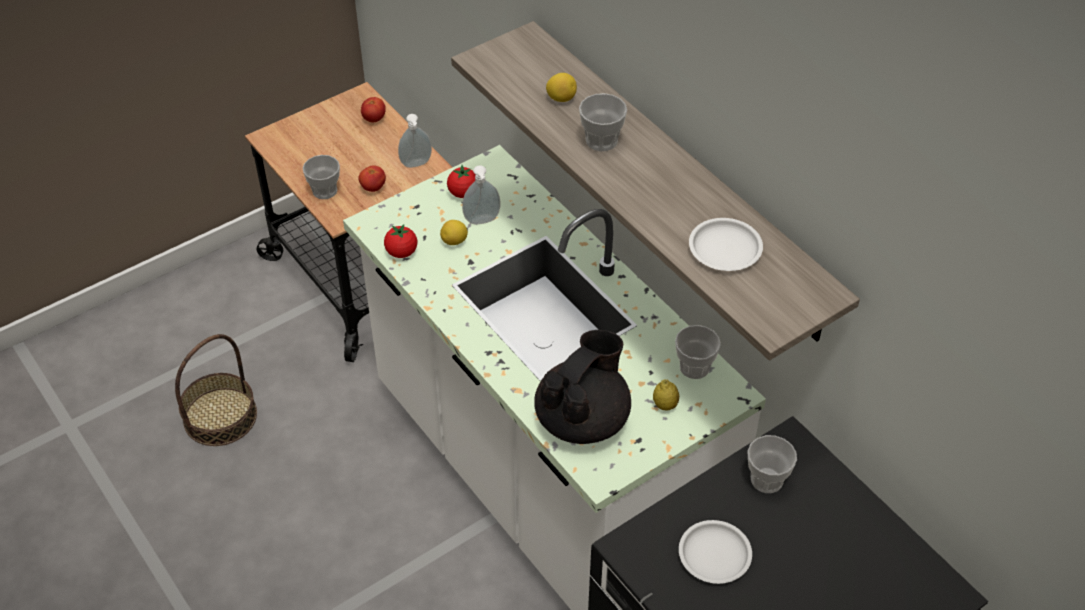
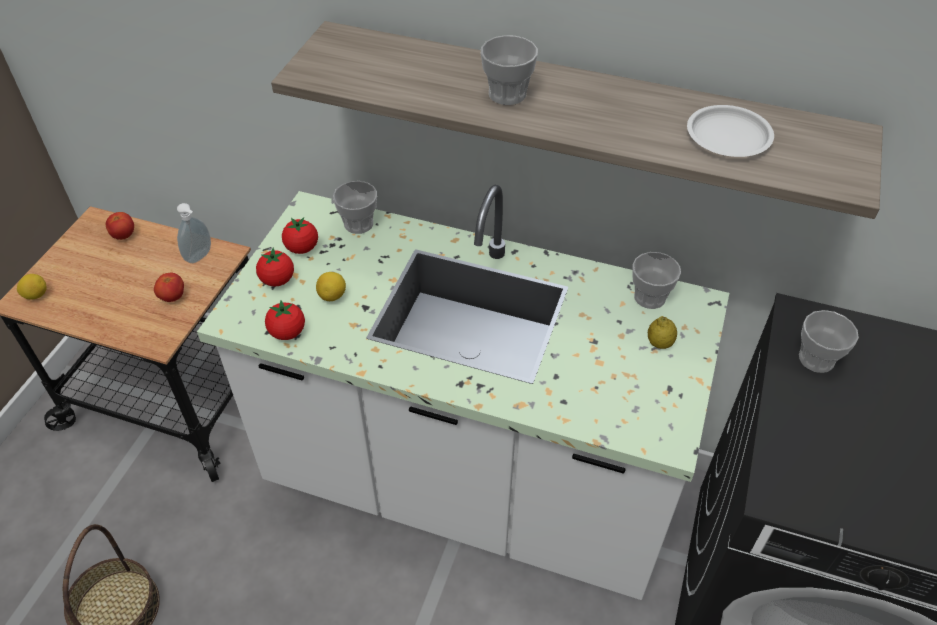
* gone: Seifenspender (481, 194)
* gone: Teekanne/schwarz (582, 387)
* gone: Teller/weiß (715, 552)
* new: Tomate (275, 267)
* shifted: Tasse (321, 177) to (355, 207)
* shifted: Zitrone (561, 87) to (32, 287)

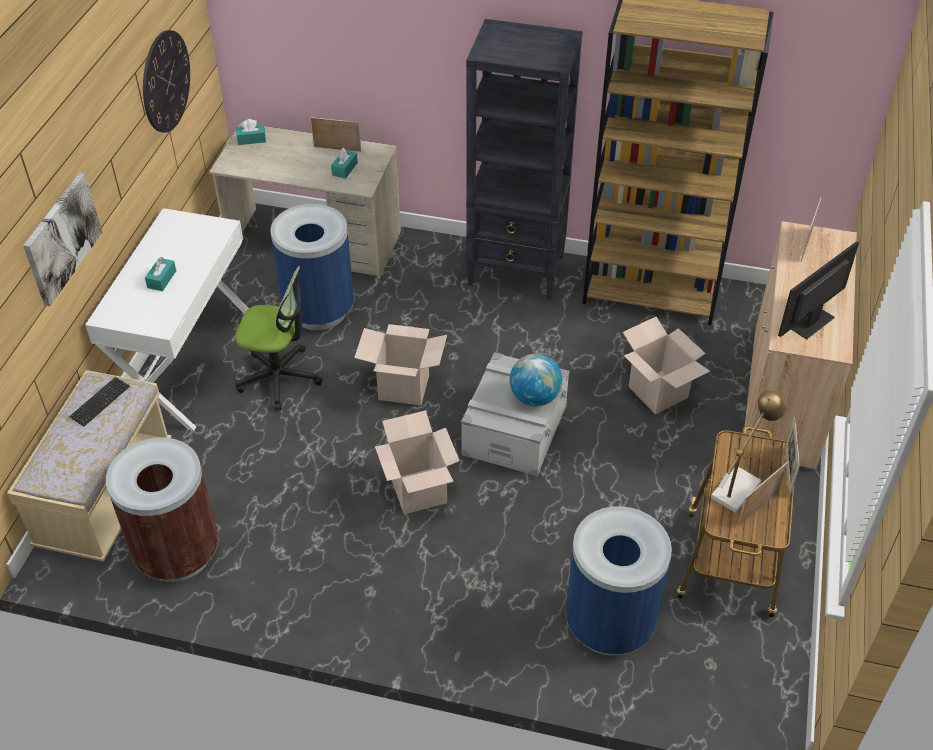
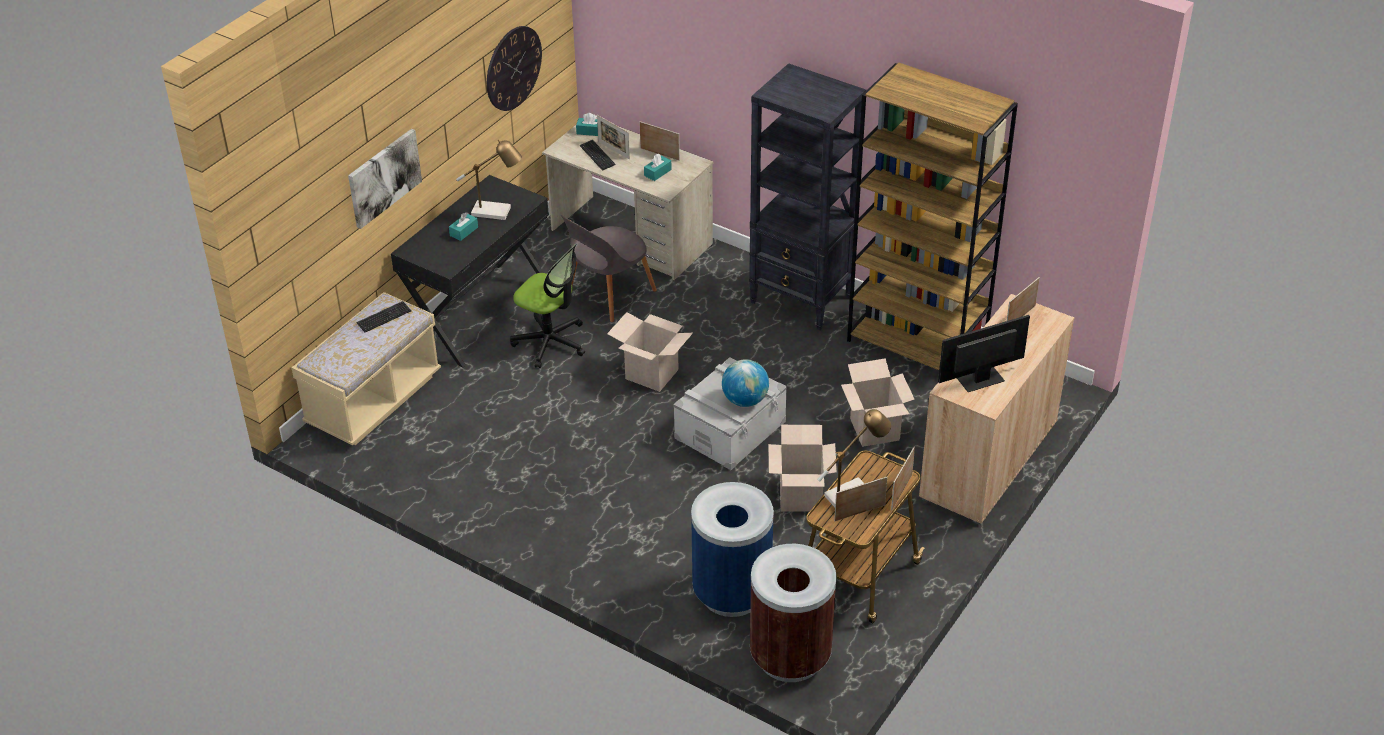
* new: Tischlampe (489, 180)
* new: Tastatur (598, 155)
* new: Bilderrahmen (613, 137)
* shifted: Mülleimer/braun (162, 509) to (793, 613)
* shifted: Karton (417, 462) to (802, 468)
* swapped: Mülleimer/blau (312, 267) to Stuhl/grau (609, 268)
* repainted: Schreibtisch/weiß (167, 319) to Schreibtisch/schwarz (470, 271)

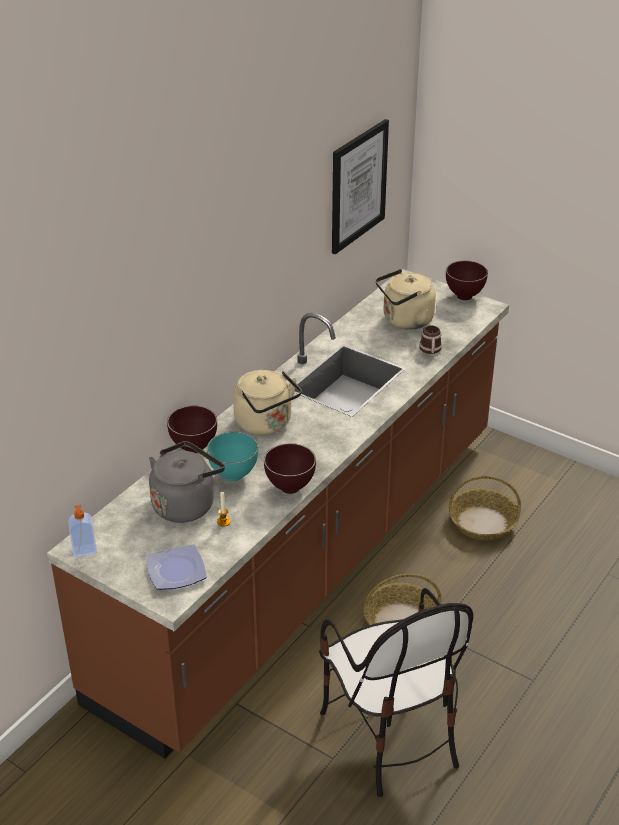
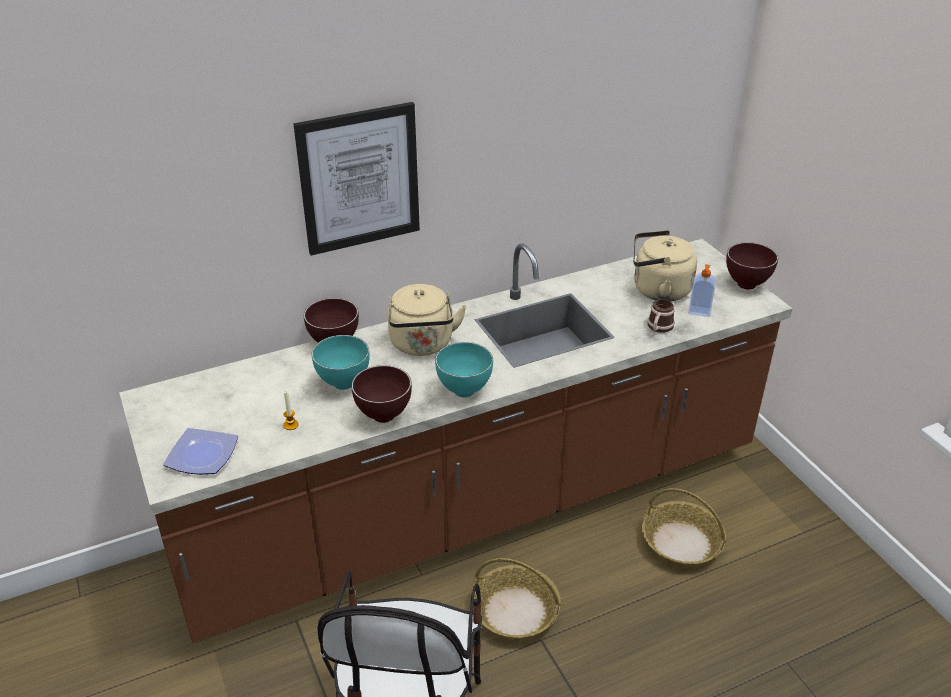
* gone: Wasserkessel/grau (187, 482)
* new: Schüssel/türkis (464, 369)
* shifted: Seifenspender (82, 531) to (702, 290)
* shifted: Bild (360, 187) to (357, 178)

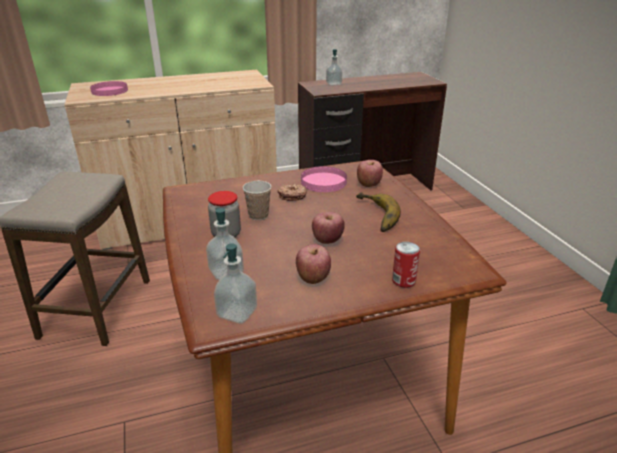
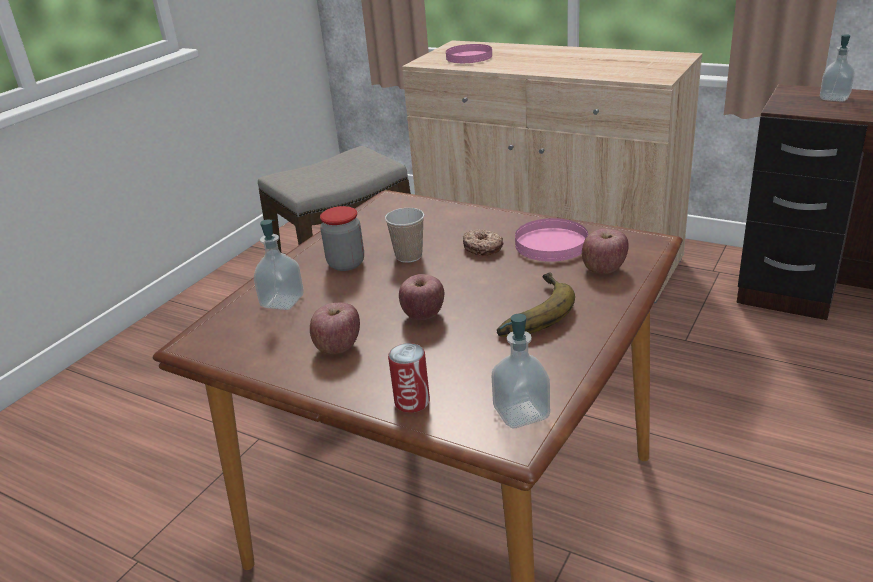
* shifted: Seifenspender (235, 283) to (521, 371)

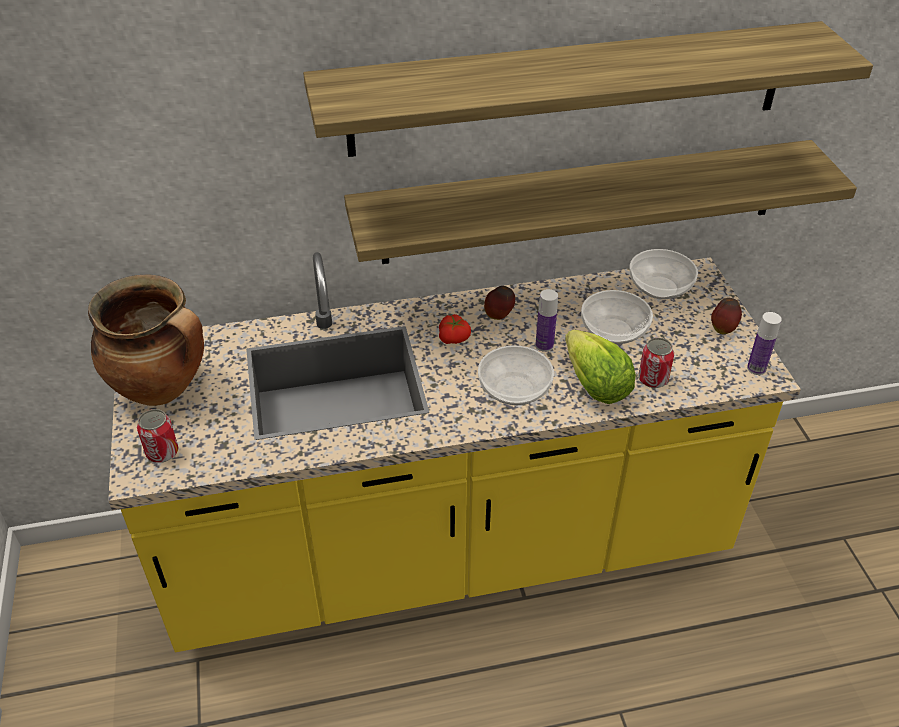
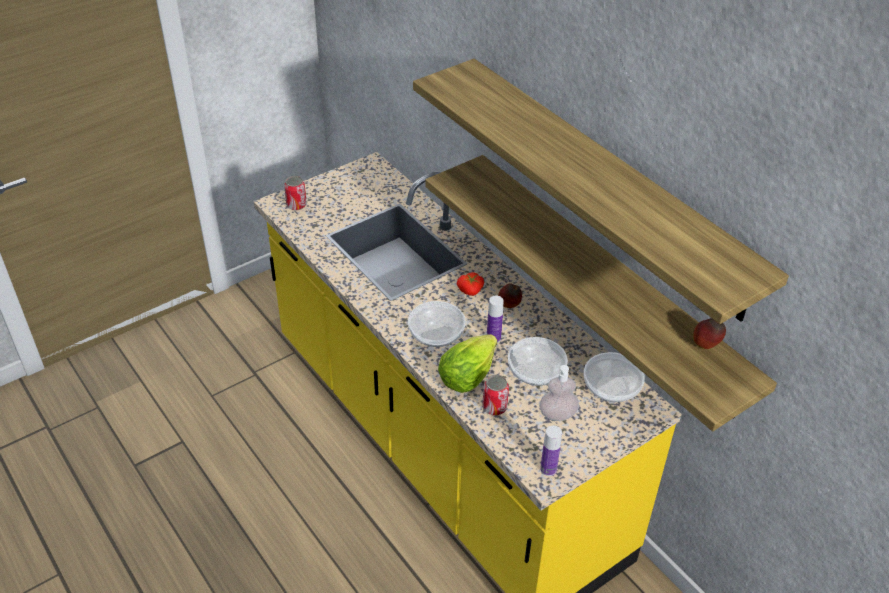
* gone: Kochtopf (146, 340)
* new: Seifenspender (559, 393)
* shifted: Apfel (726, 316) to (709, 333)

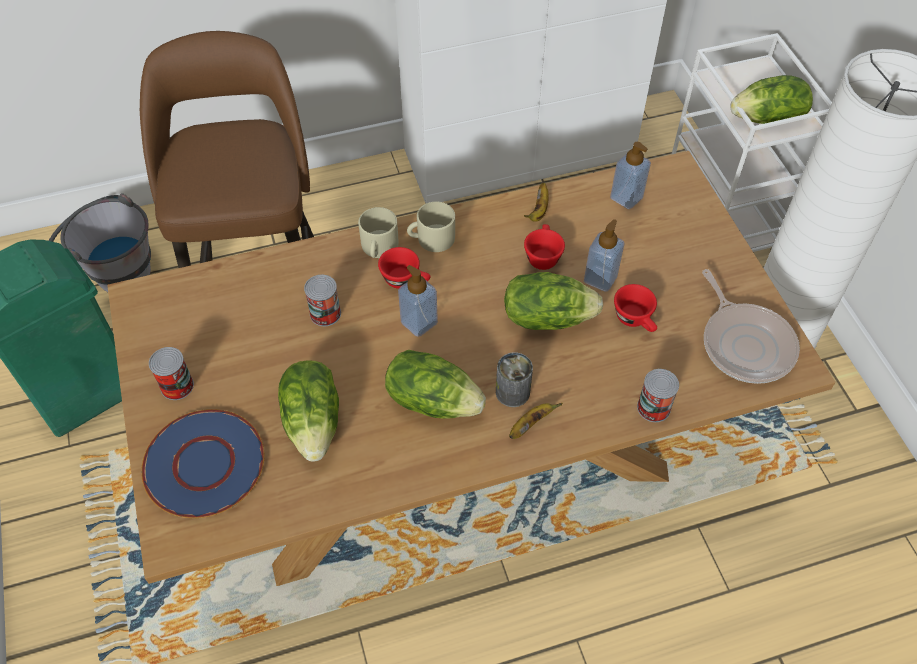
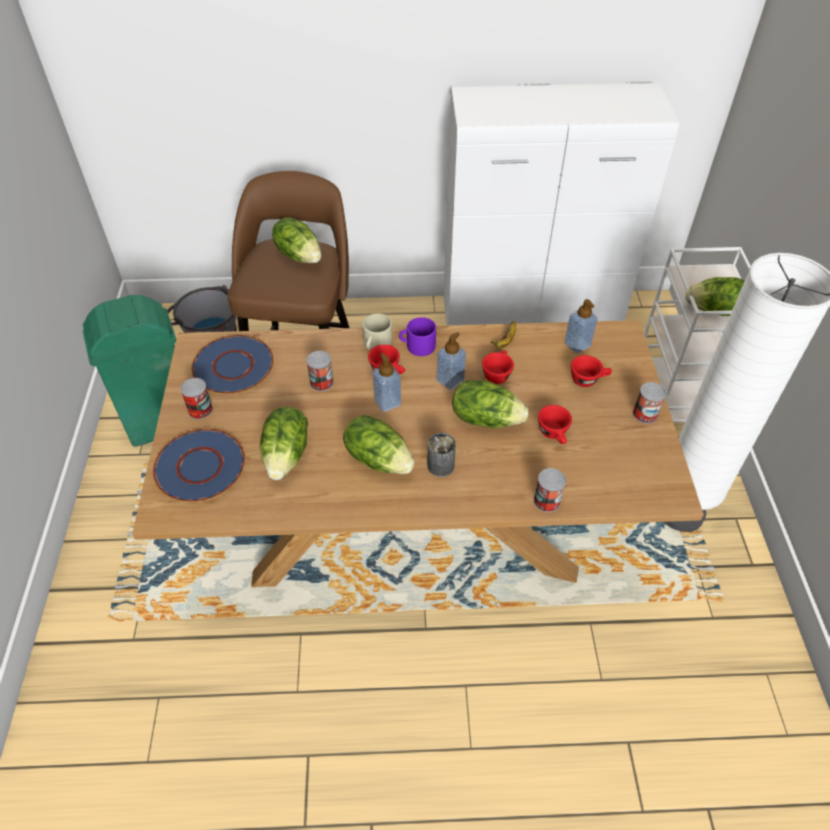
* gone: Banane (536, 421)
* gone: Pfanne (751, 326)
* new: Teller/blau (233, 364)
* new: Salatkopf (296, 240)
* new: Tasse/rot (591, 371)
* new: Dose (649, 403)
* shifted: Seifenspender (604, 255) to (451, 361)
* repainted: Henkelbecher/beige (431, 226) to Henkelbecher/lila (417, 336)

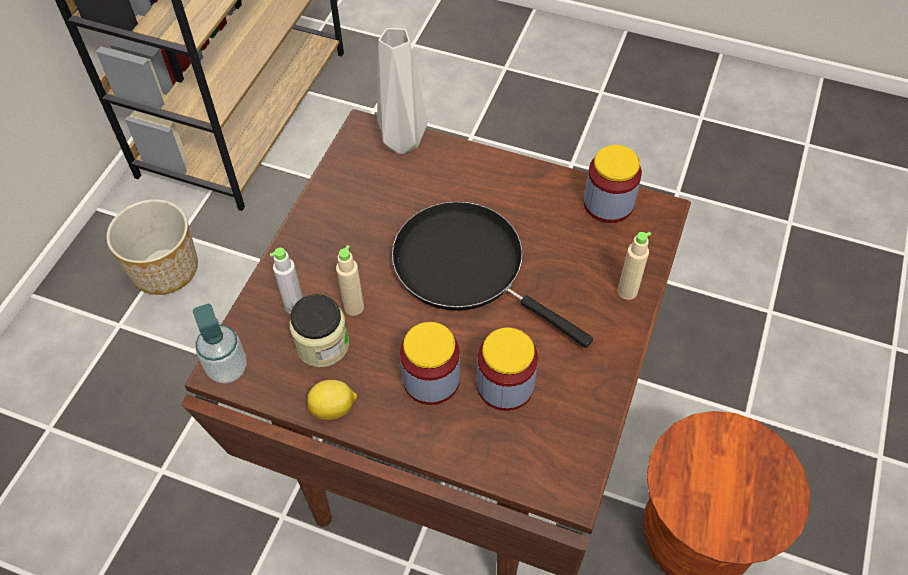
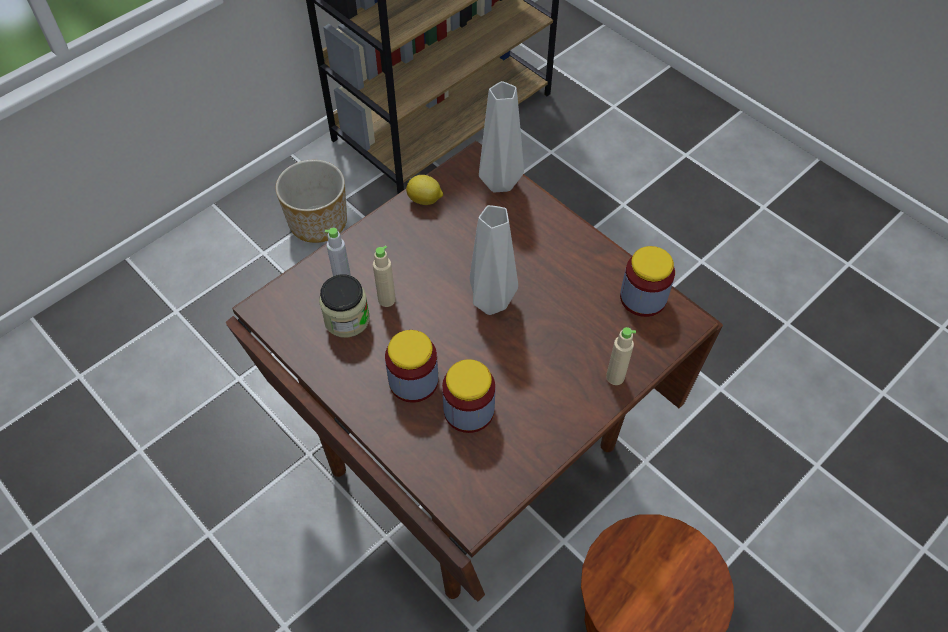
* gone: Seifenspender (220, 344)
* shifted: Zitrone (332, 400) to (424, 190)
* swapped: Pfanne/schwarz (492, 275) to Vase/grau (493, 260)

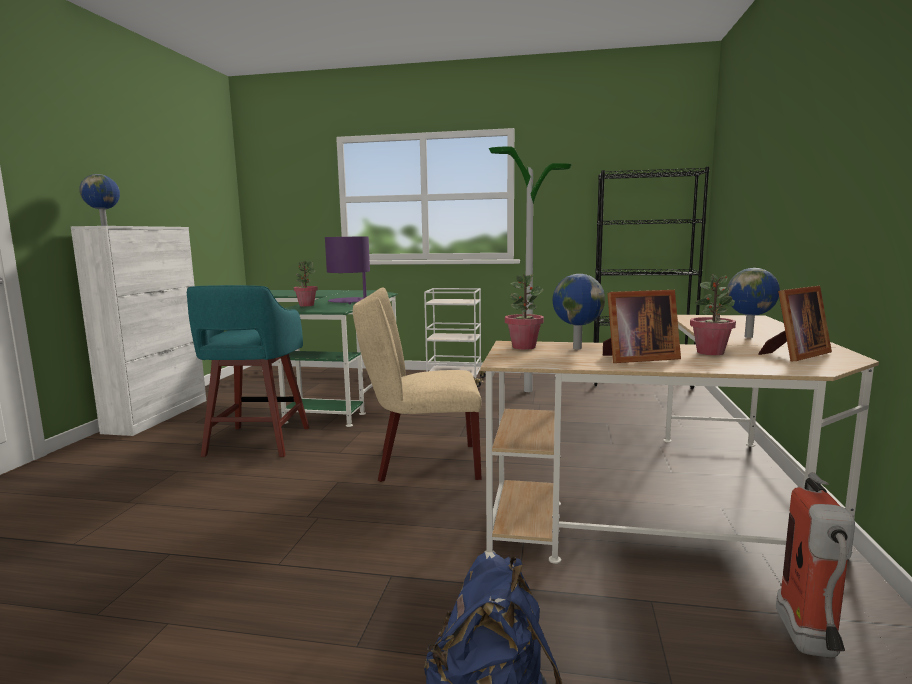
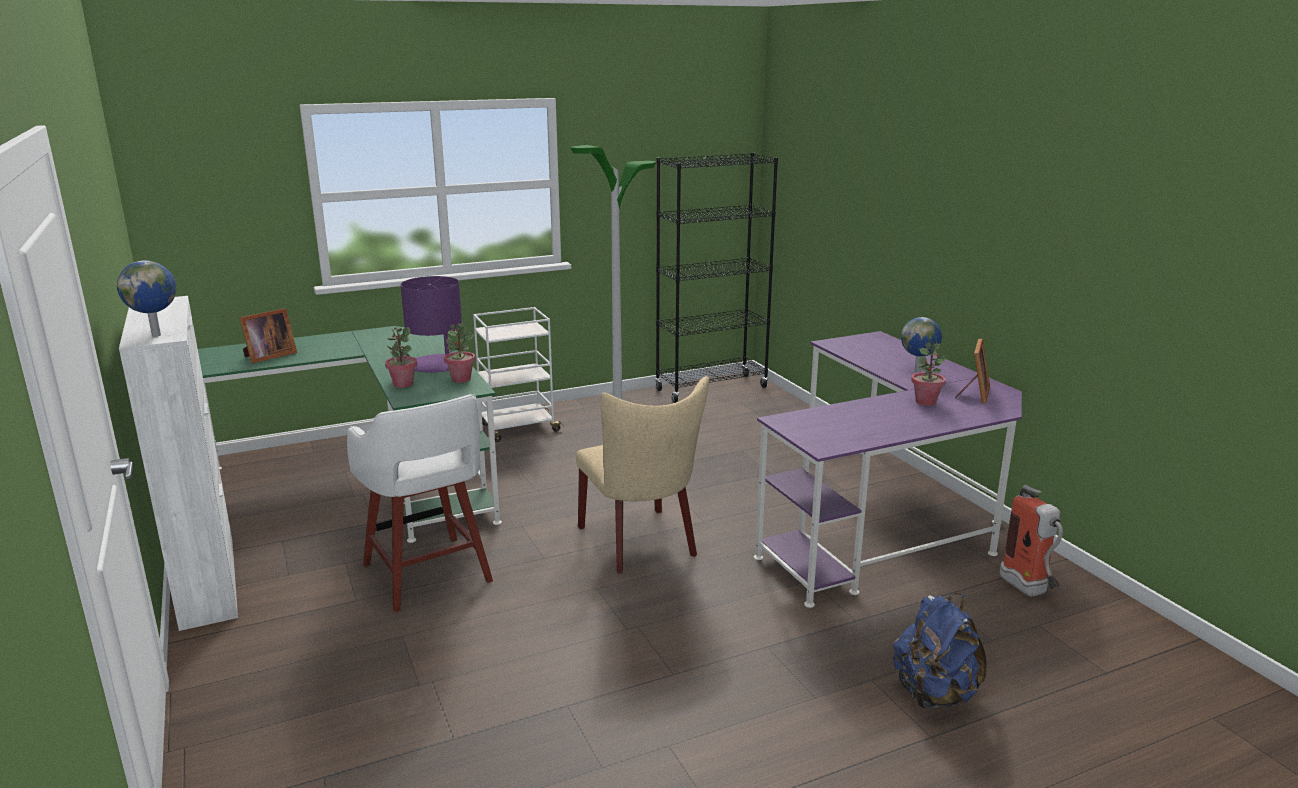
* gone: Globus (579, 311)
* shifted: Topfpflanze (524, 312) to (460, 353)
* shifted: Bilderrahmen (642, 326) to (268, 335)
* repainted: Hocker/türkis (248, 371) to Hocker/weiß (420, 503)
* repainted: Schreibtisch/beige (679, 439) to Schreibtisch/lila (888, 469)
* rotated: Stuhl/beige (417, 384) = (642, 475) 75 degrees counterclockwise

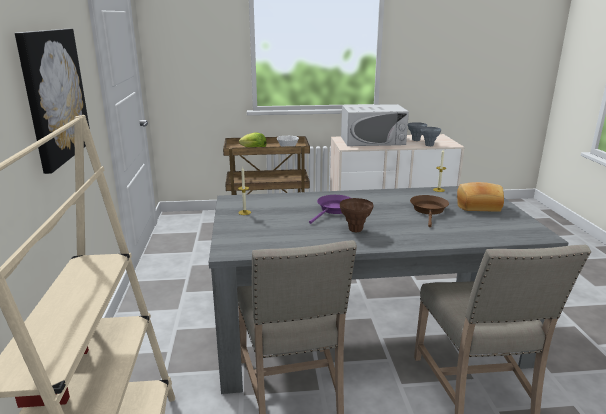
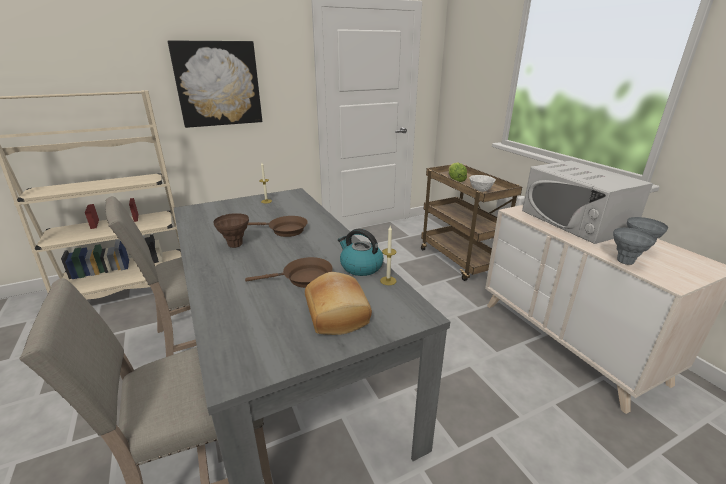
* new: Wasserkessel (361, 252)
* repainted: Pfanne/lila (330, 209) to Pfanne/braun (278, 226)

